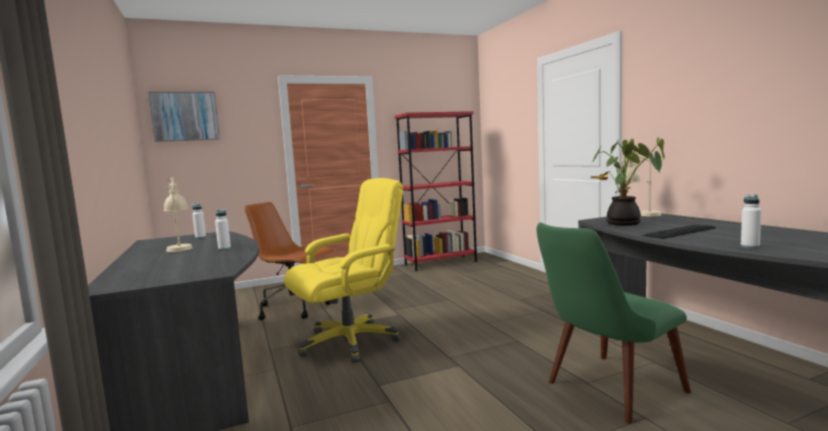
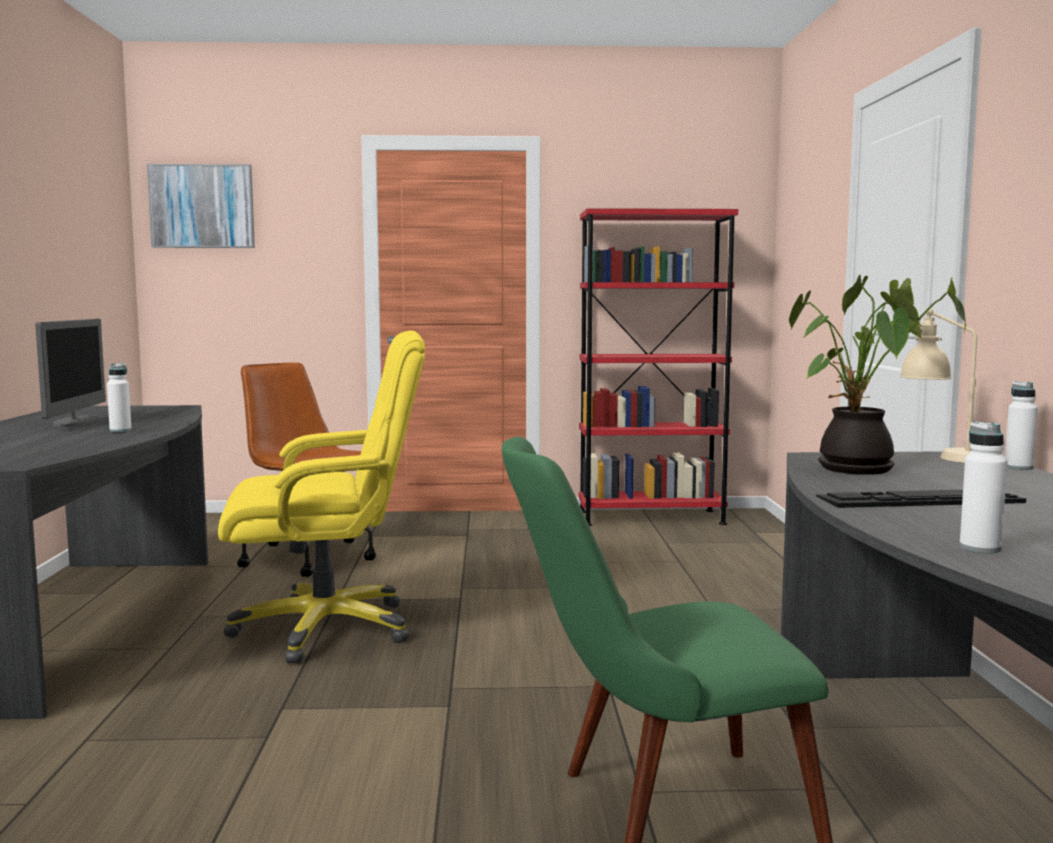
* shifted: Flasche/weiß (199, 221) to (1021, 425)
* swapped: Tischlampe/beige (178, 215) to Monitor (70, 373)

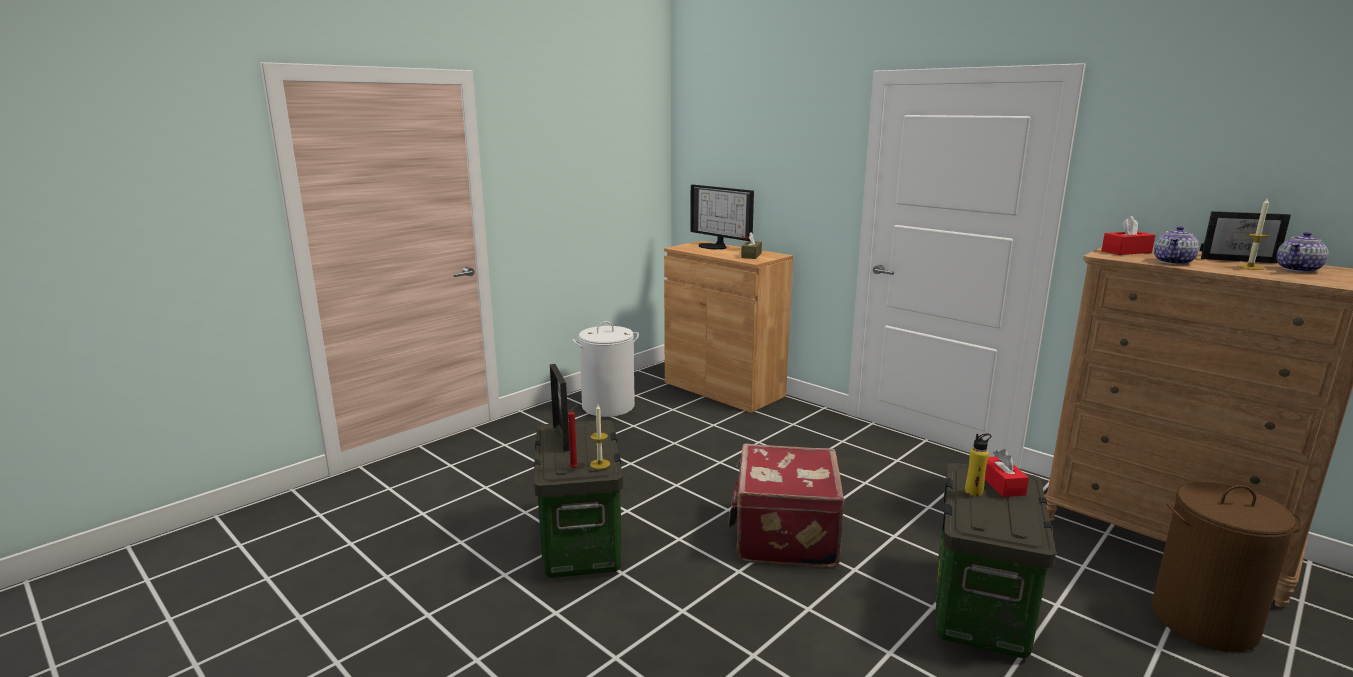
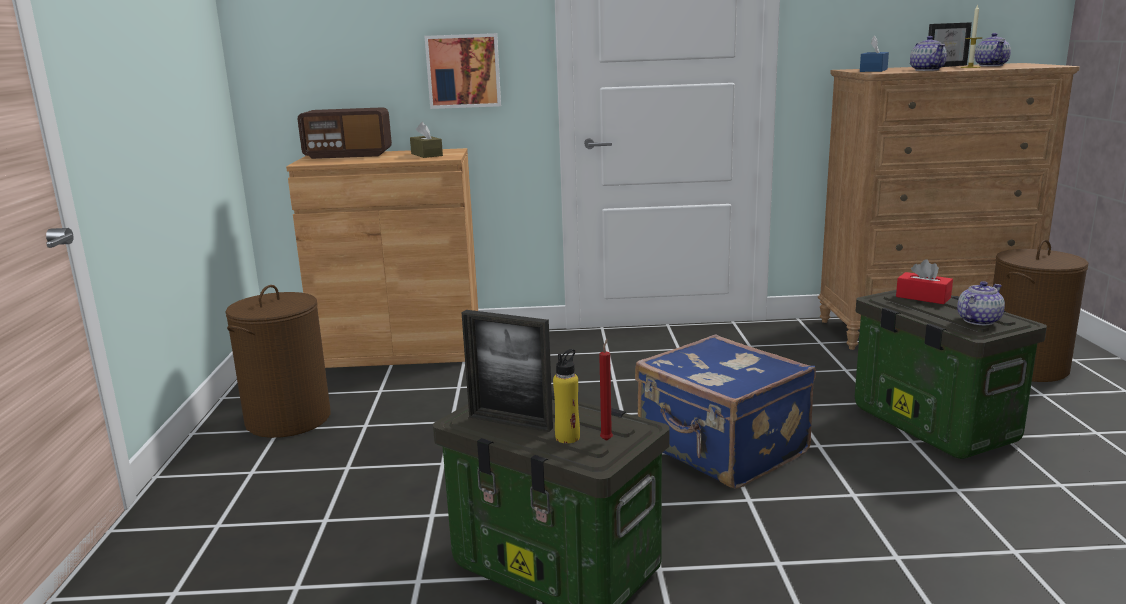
* gone: Kerze (600, 437)
* new: Bild (463, 71)
* new: Teekanne (981, 303)
* shifted: Flasche/gelb (978, 465) to (566, 396)
* swapped: Monitor (722, 217) to Radio (345, 133)
* repainted: Wäschekorb/weiß (606, 369) to Wäschekorb/braun (278, 361)
* repainted: Koffer/rot (786, 506) to Koffer/blau (725, 411)
* repainted: Taschentuchbox/rot (1128, 235) to Taschentuchbox/blau (874, 54)

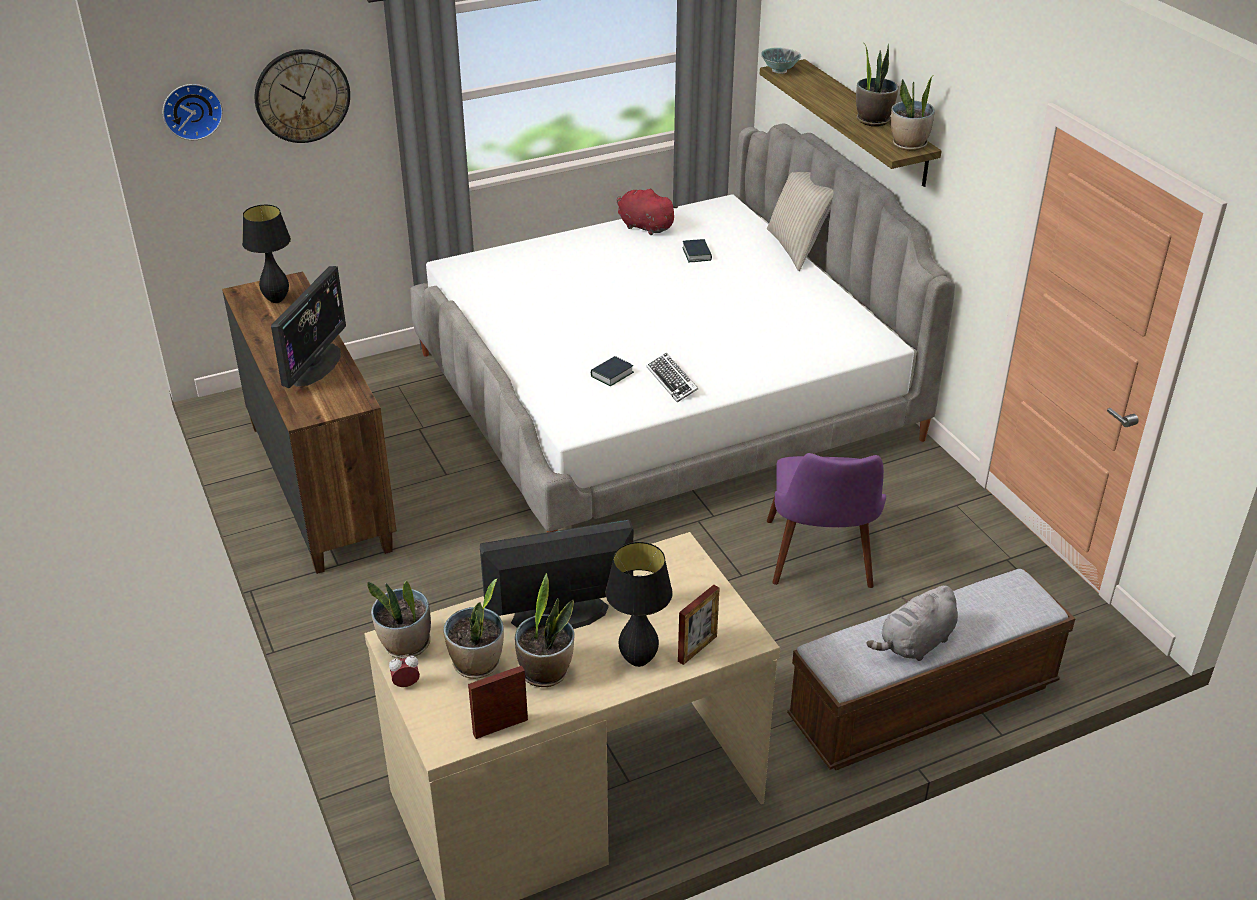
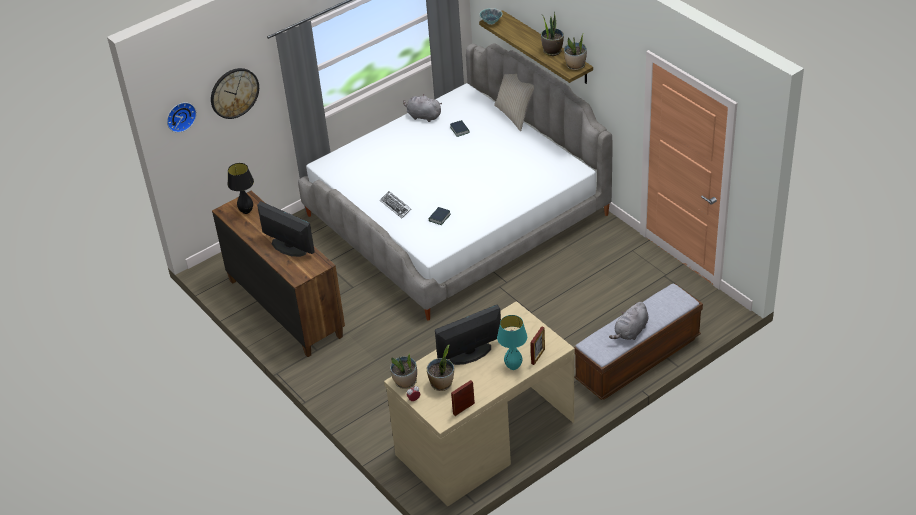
* gone: Topfpflanze (545, 630)
* gone: Stuhl/lila (826, 520)
* shifted: Tastatur (672, 377) to (395, 204)
* repainted: Tischlampe/schwarz (639, 604) to Tischlampe/türkis (512, 342)
* repainted: Plüschtier/rot (647, 211) to Plüschtier/grau (422, 108)
* rotated: Monitor (308, 327) = (286, 229) 60 degrees counterclockwise

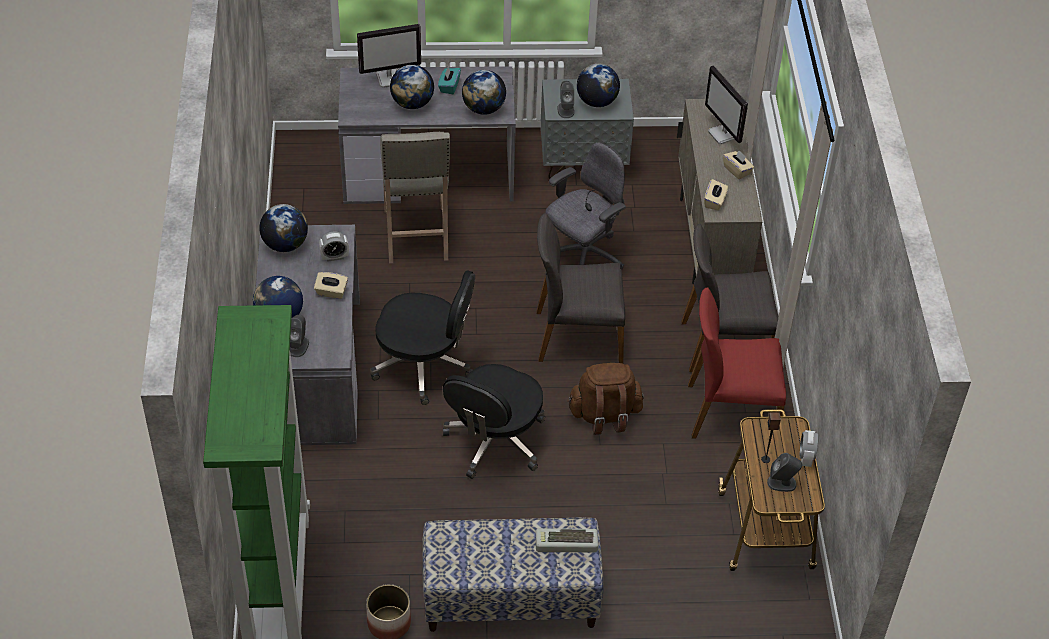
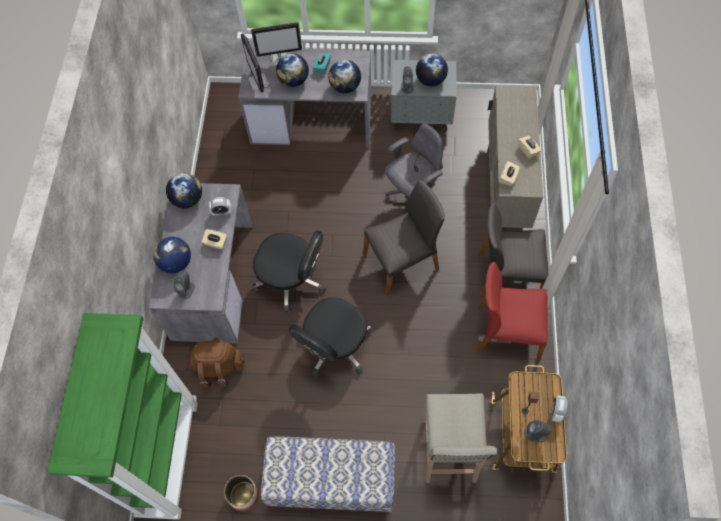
* gone: Tastatur (567, 540)
* shifted: Hocker/beige (415, 197) to (460, 438)
* shifted: Rucksack/braun (605, 399) to (216, 362)
* shifted: Monitor (726, 105) to (255, 63)
* rotated: Stuhl/grau (580, 288) = (404, 238) 150 degrees clockwise

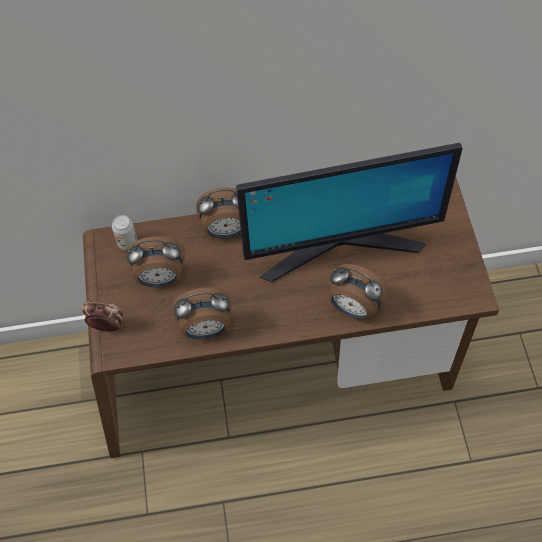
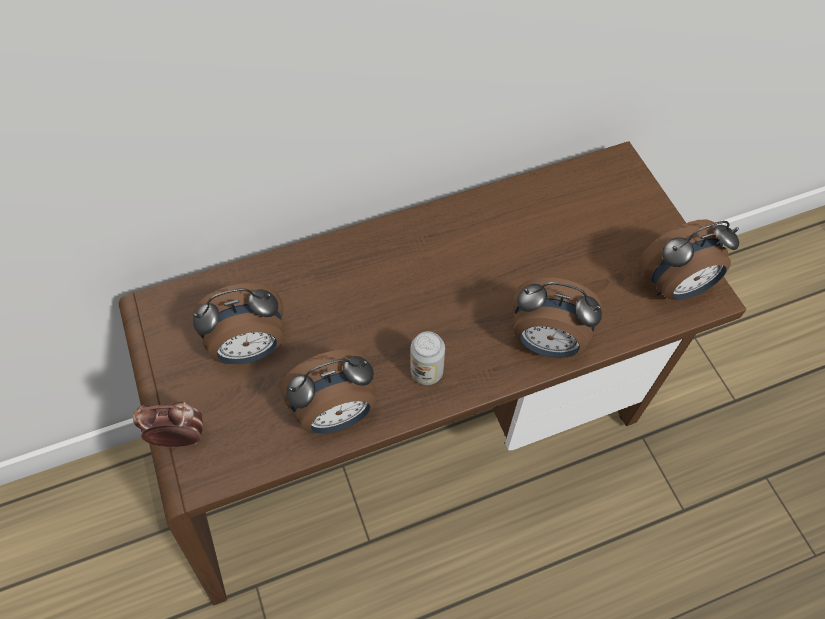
* gone: Monitor (349, 212)
* shifted: Dose (125, 232) to (427, 358)
* shifted: Wecker (218, 213) to (688, 260)

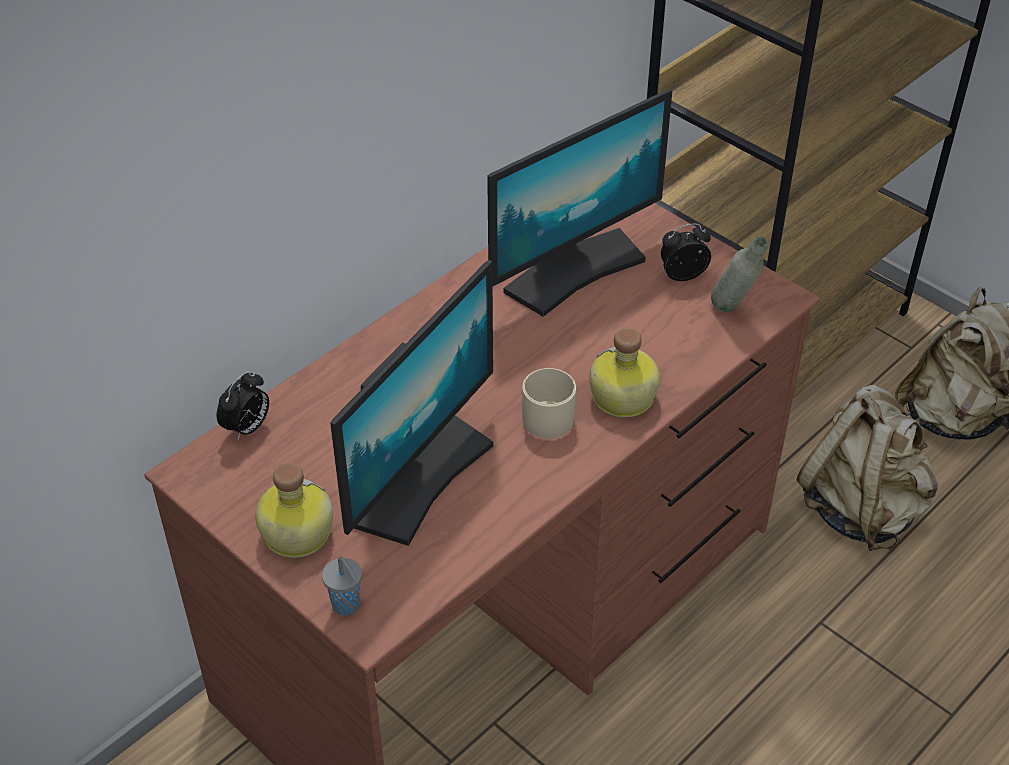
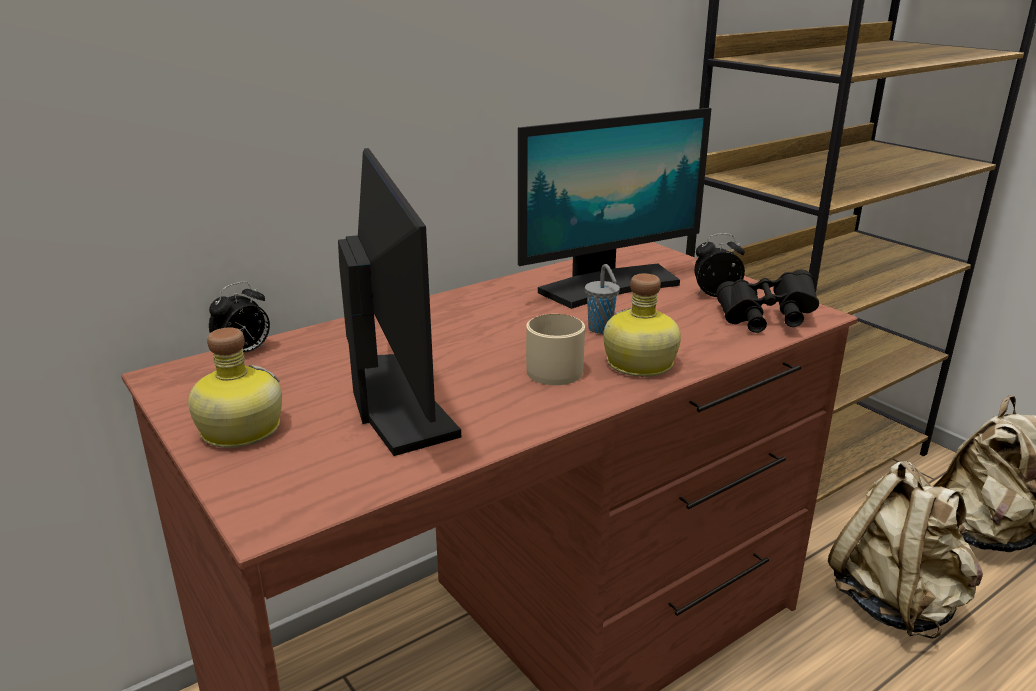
* shifted: Tasse/grau (342, 586) to (602, 299)
* swapped: Flasche/grau (739, 274) to Fernglas/schwarz (768, 301)
* rotated: Monitor (411, 403) = (399, 302) 60 degrees counterclockwise

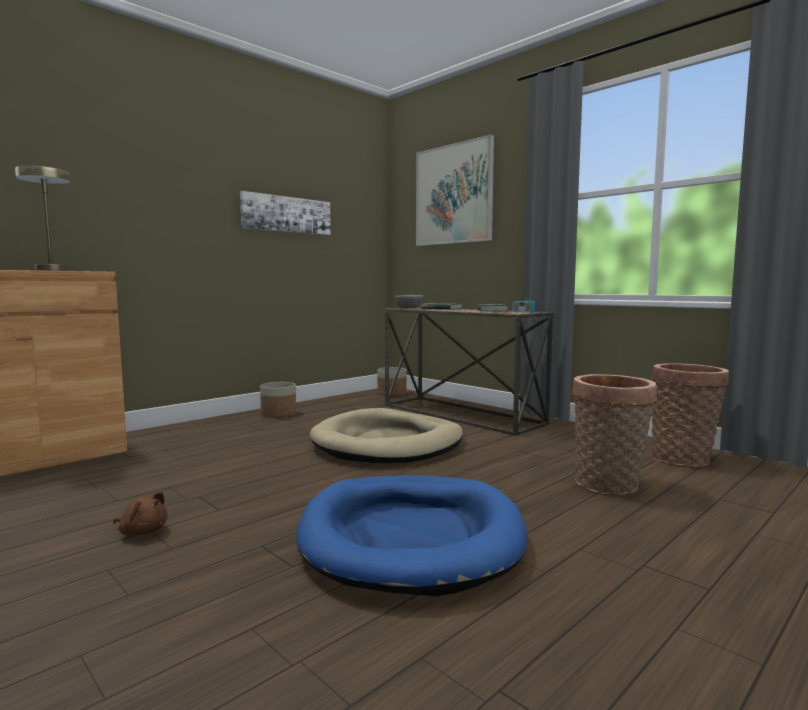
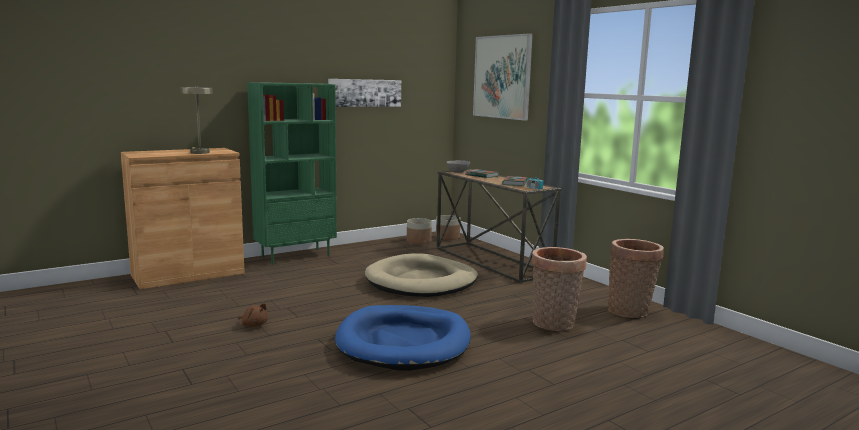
* new: Bücherregal/grün (292, 173)
* shifted: Pflanzkübel (278, 400) to (419, 231)

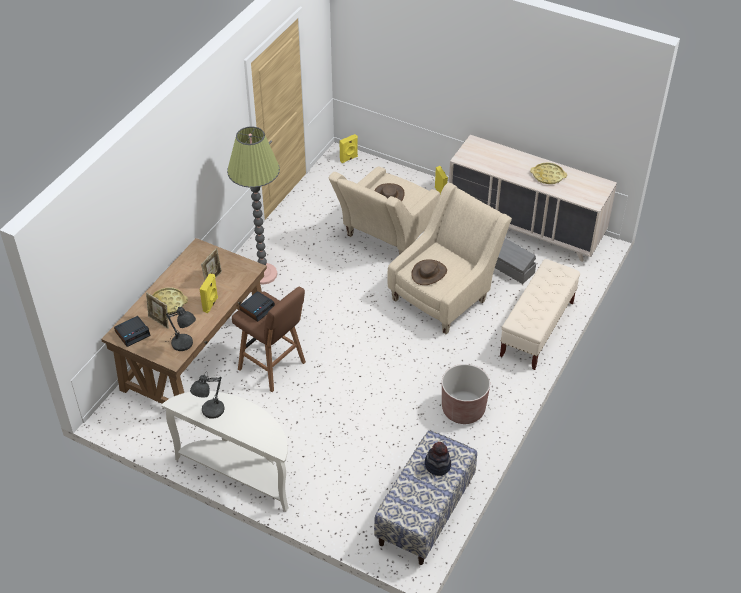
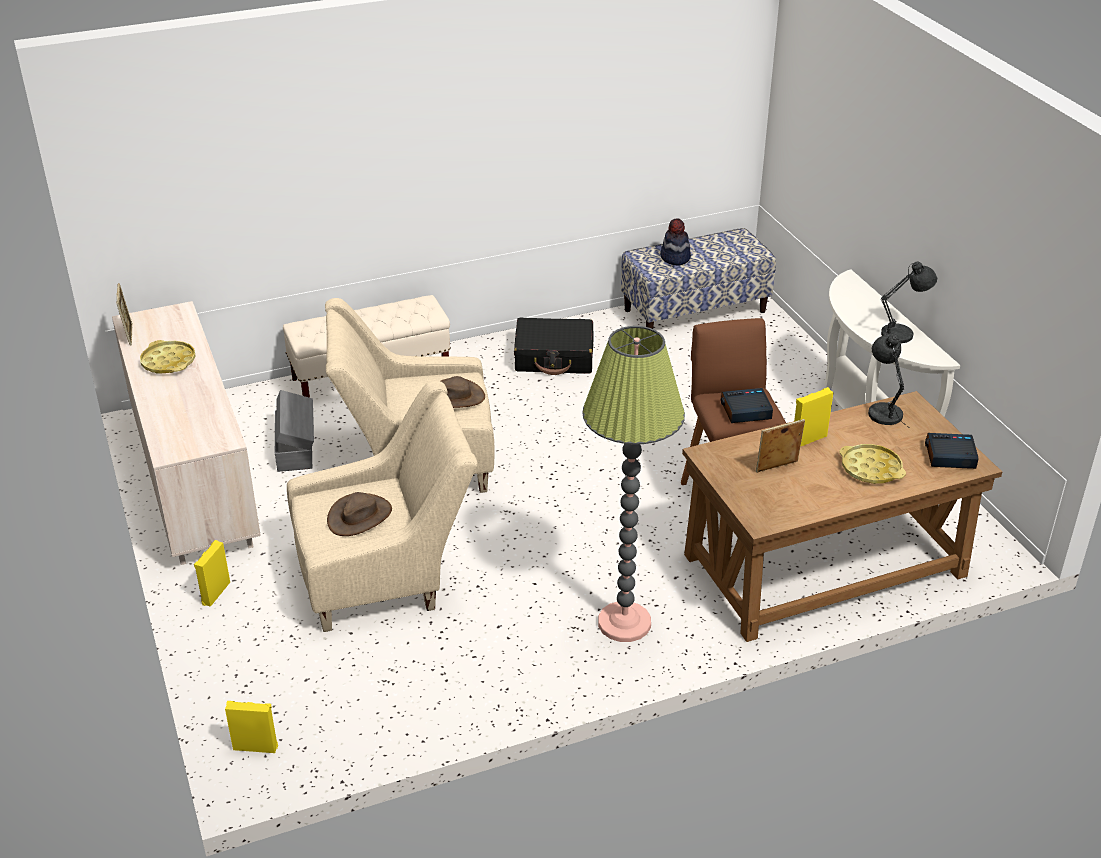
* shifted: Bilderrahmen (157, 310) to (125, 314)
* swapped: Pflanzkübel/braun (466, 394) to Koffer/schwarz (554, 346)

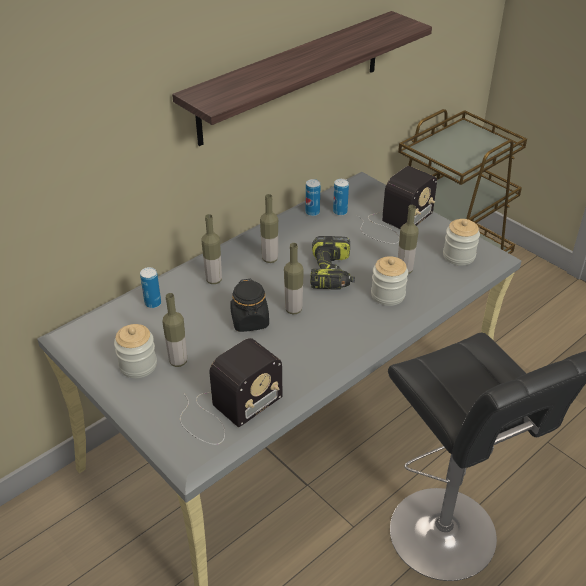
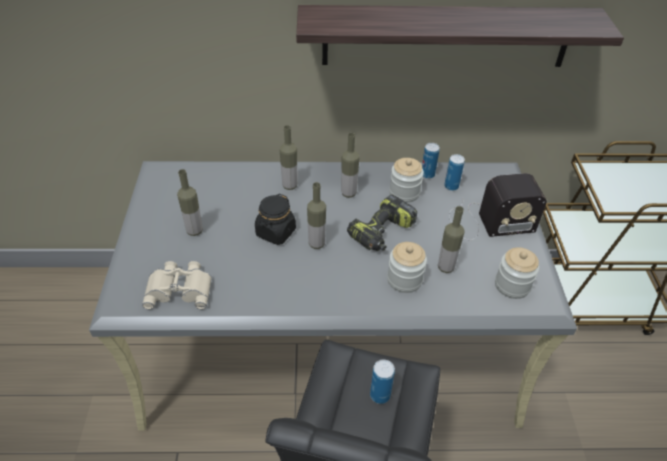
* shifted: Vorratsglas (135, 351) to (406, 180)
* shifted: Dose (150, 287) to (382, 382)
* swapped: Radio (231, 391) to Fernglas/beige (177, 285)

